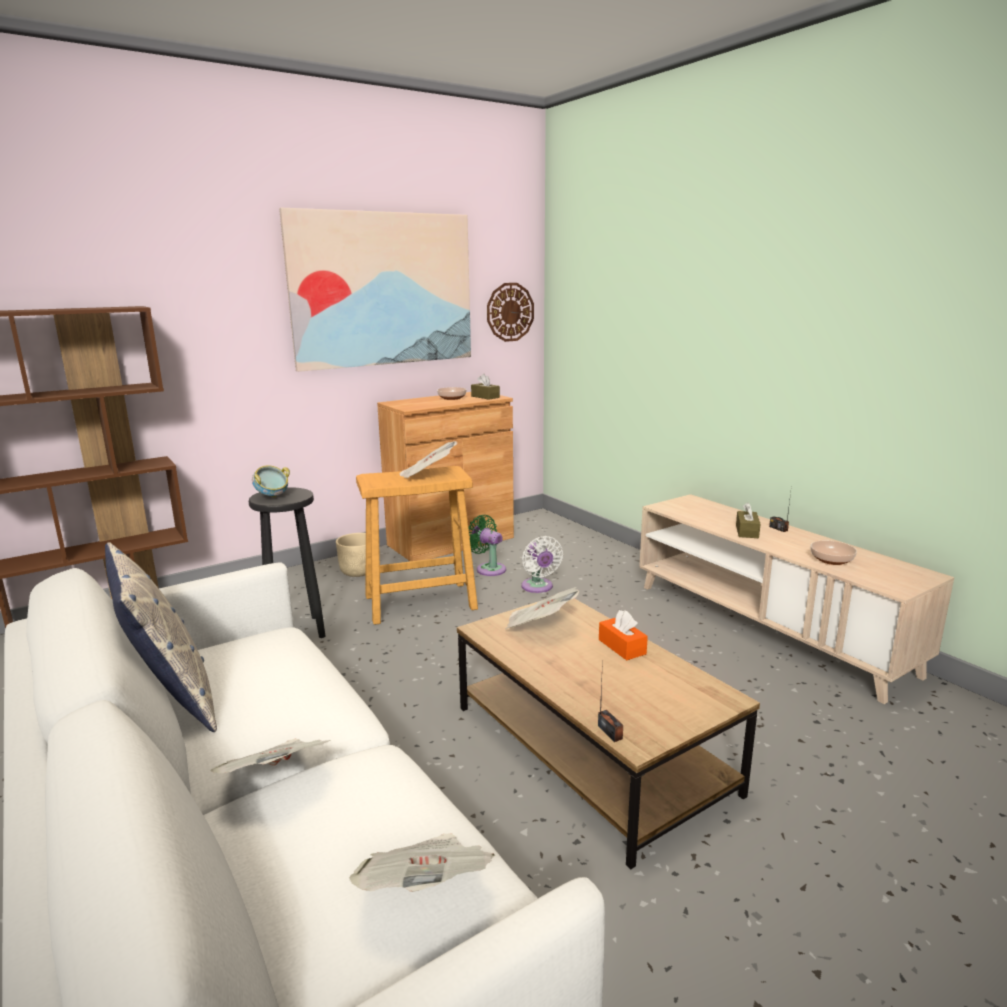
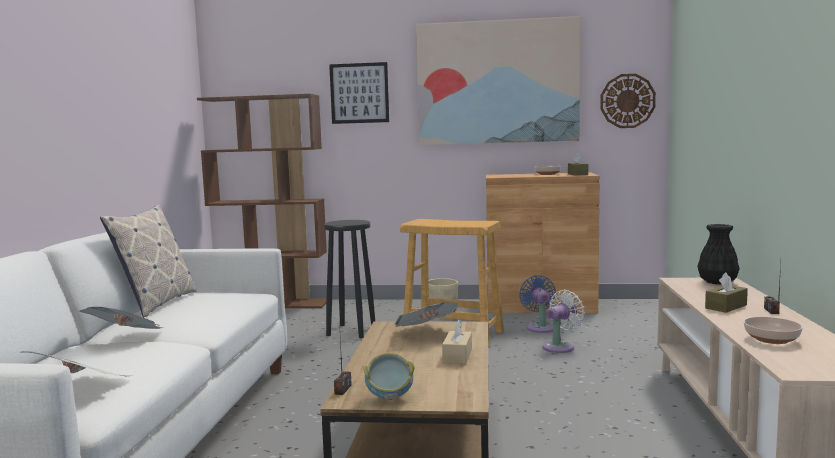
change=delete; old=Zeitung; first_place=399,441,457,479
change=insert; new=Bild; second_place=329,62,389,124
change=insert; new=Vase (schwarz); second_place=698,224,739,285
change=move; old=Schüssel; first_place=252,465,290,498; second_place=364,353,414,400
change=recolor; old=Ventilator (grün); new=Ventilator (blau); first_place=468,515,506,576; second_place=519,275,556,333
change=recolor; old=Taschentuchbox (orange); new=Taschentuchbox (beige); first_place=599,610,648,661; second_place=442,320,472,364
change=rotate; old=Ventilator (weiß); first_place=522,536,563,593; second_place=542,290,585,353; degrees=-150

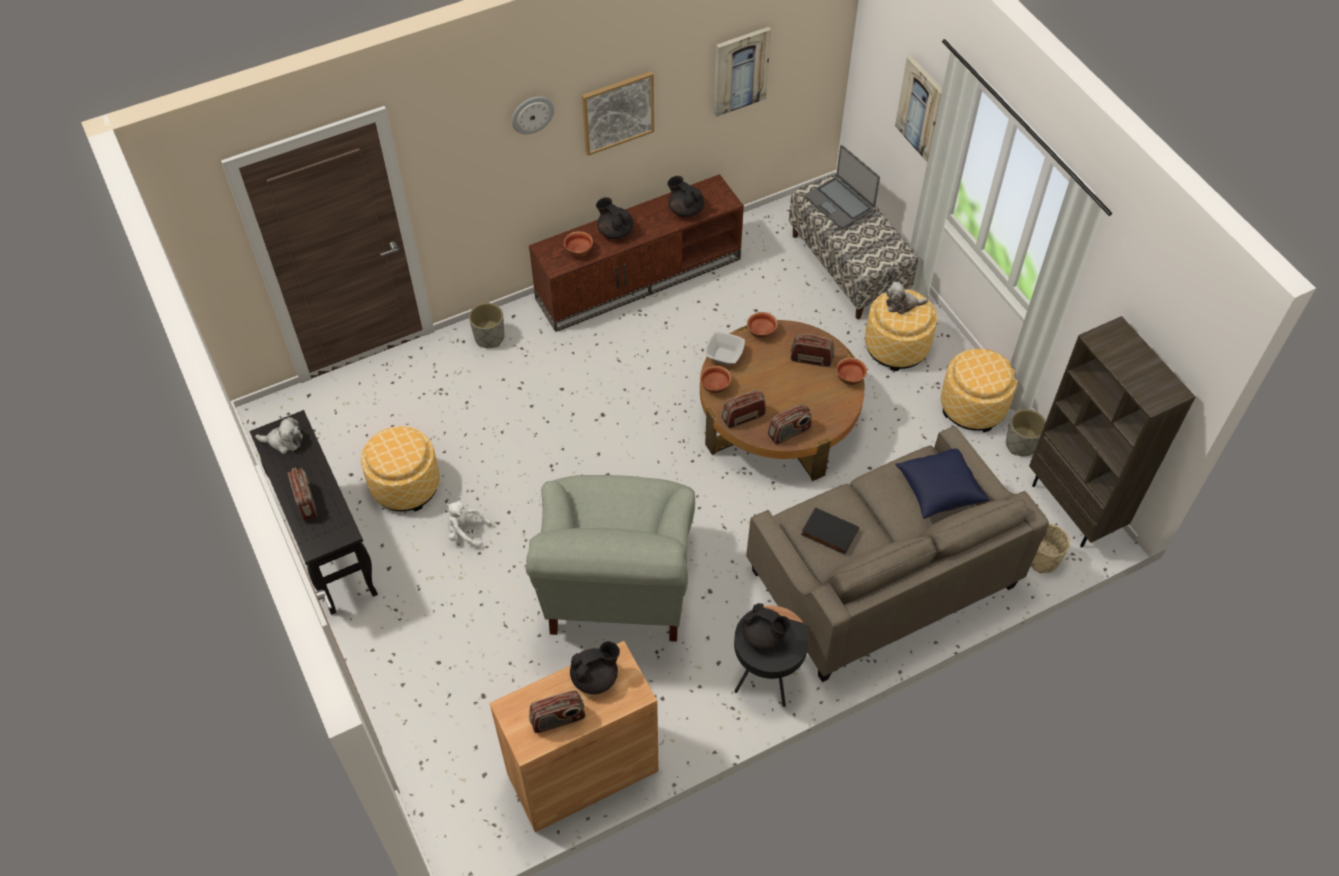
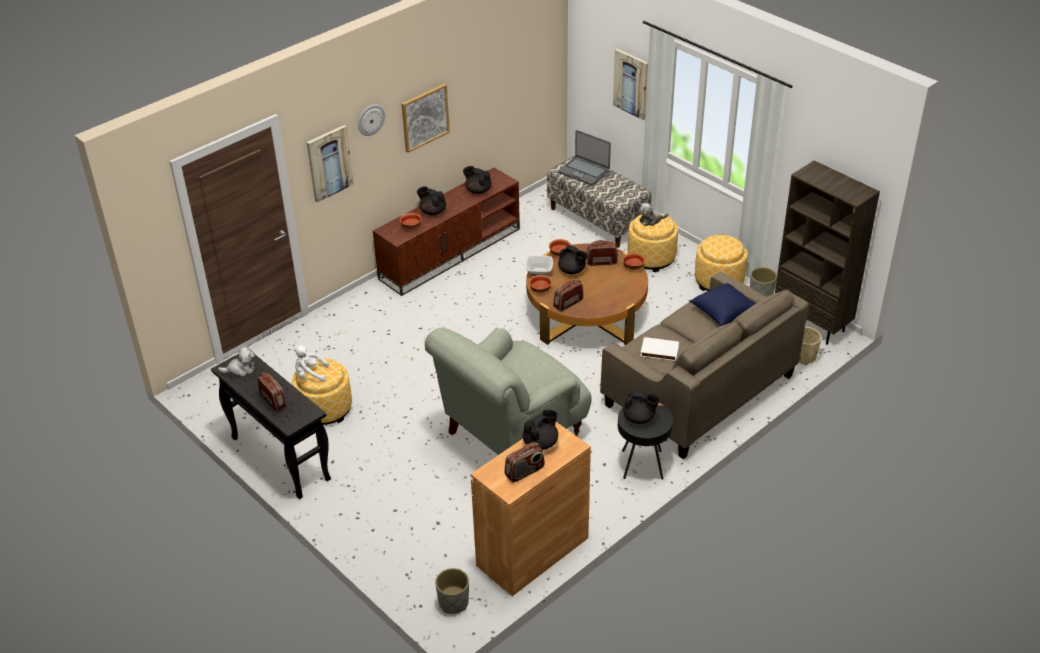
change=delete; old=Radio; first_place=768,404,812,444
change=insert; new=Teekanne (schwarz); second_place=558,245,588,274
change=move; old=Plüschtier (weiß); first_place=447,502,492,549; second_place=293,345,329,382
change=move; old=Pflanzkübel (grau); first_place=469,303,504,348; second_place=435,568,469,614
change=move; old=Bild; first_place=714,27,771,117; second_place=306,125,354,203
change=recolor; old=Buch (schwarz); new=Buch (weiß); first_place=801,507,859,555; second_place=640,337,679,361
change=rotate; old=Sessel (grau); first_place=526,475,695,642; second_place=425,327,591,455; degrees=60

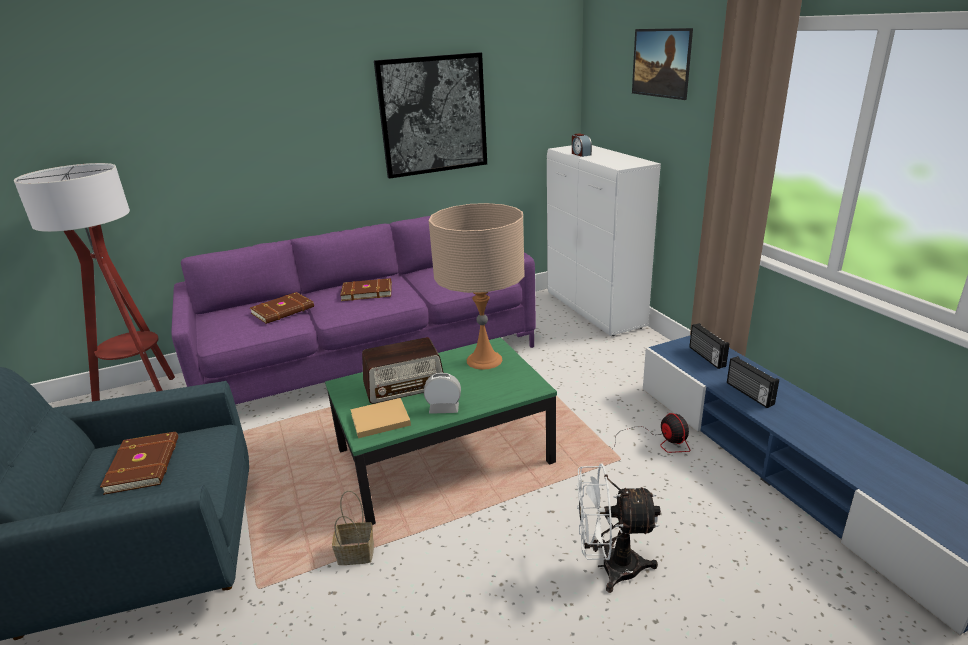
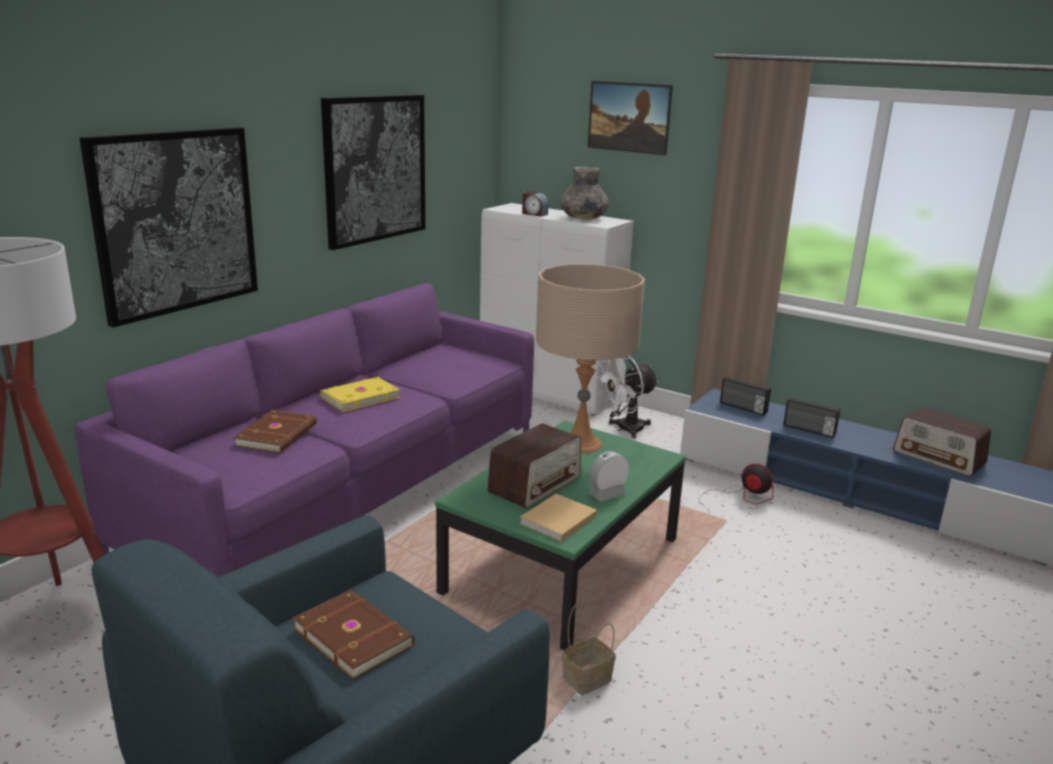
change=insert; new=Bild; second_place=80,127,258,328
change=insert; new=Vase (grau); second_place=561,167,609,219
change=insert; new=Radio; second_place=893,407,991,476
change=move; old=Ventilator (weiß); first_place=577,463,661,593; second_place=595,355,659,438
change=recolor; old=Buch (braun); new=Buch (gelb); first_place=340,278,392,301; second_place=320,377,400,412

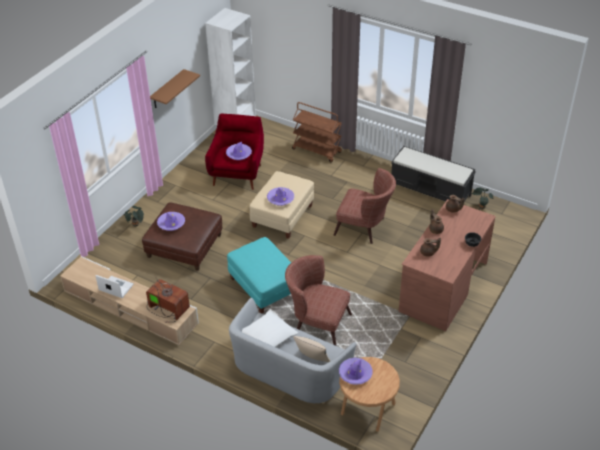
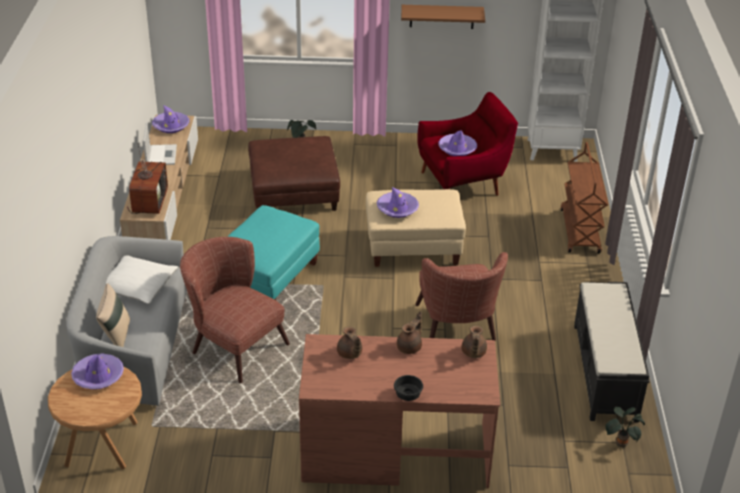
change=move; old=Hut (lila); first_place=157,212,185,231; second_place=152,105,190,133
change=rotate; old=Sessel (braun); first_place=285,255,352,346; second_place=180,237,290,383; degrees=-45

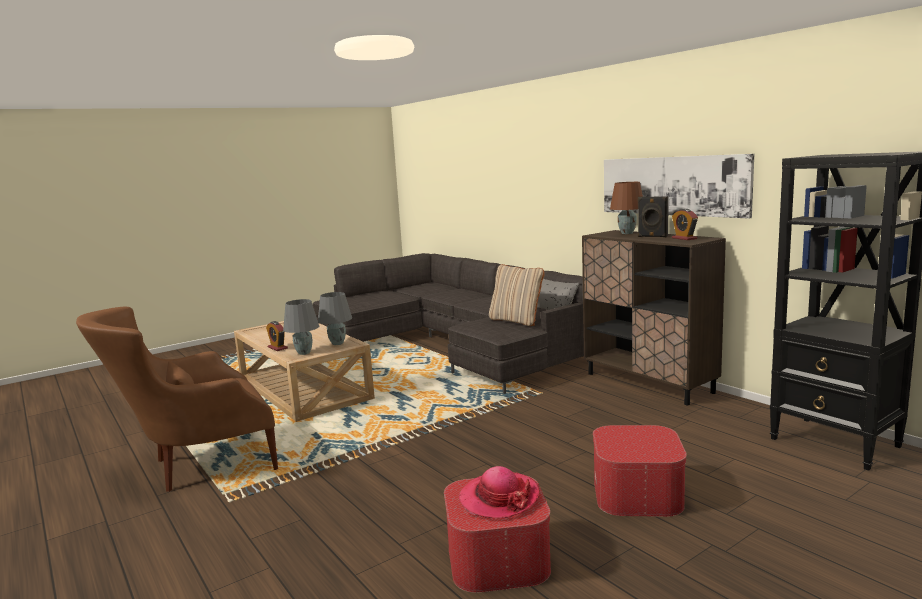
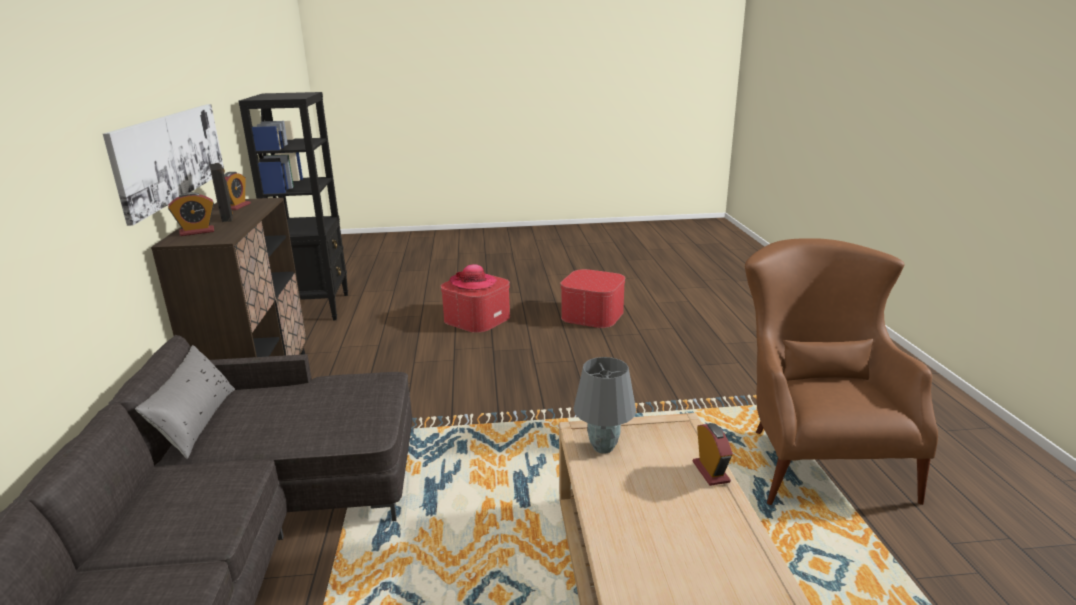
change=delete; old=Tischlampe (grau); first_place=283,299,319,355
change=delete; old=Kissen (beige); first_place=489,264,545,326
change=move; old=Hut; first_place=459,466,540,519; second_place=450,264,497,290
change=replace; old=Tischlampe (braun); new=Wecker; first_place=610,182,643,234; second_place=168,192,214,236
change=rotate; old=Sessel (braun); first_place=76,307,278,492; second_place=745,238,938,505; degrees=-90

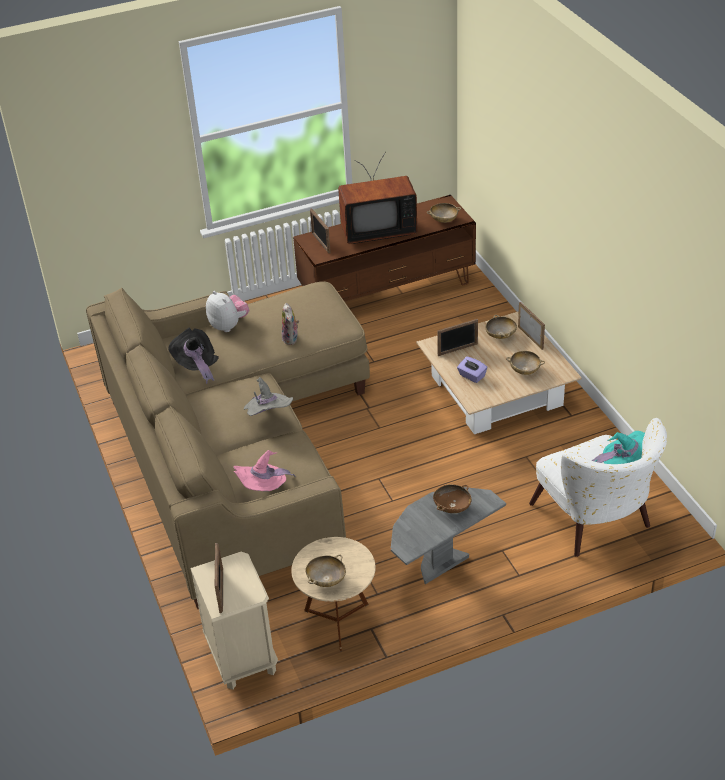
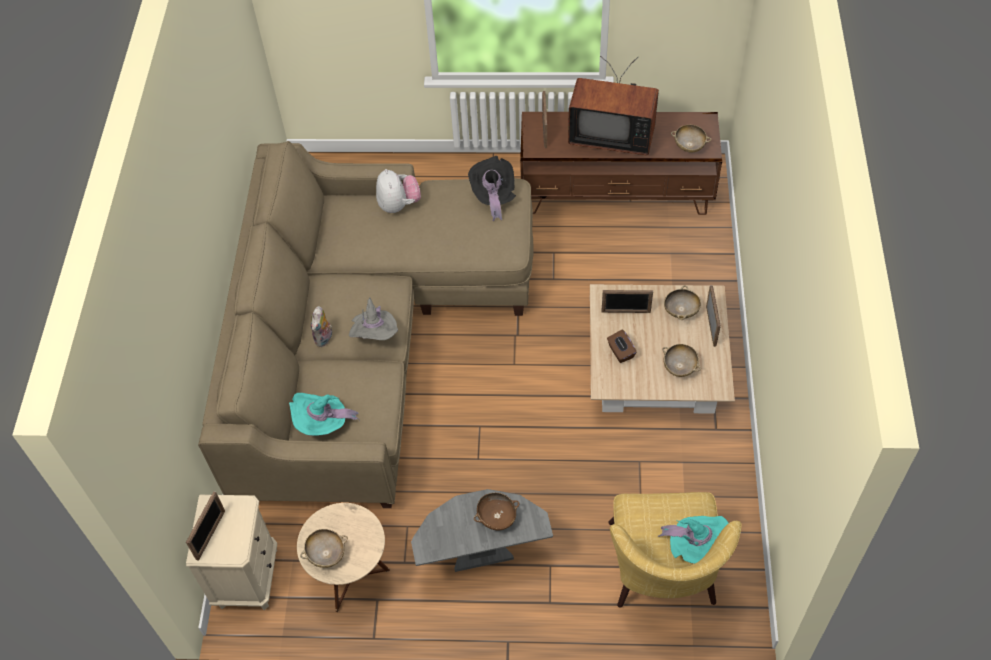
change=move; old=Hut (schwarz); first_place=169,328,219,384; second_place=468,156,516,221
change=move; old=Plüschtier; first_place=282,303,299,345; second_place=311,306,332,347
change=recolor; old=Hut (rosa); new=Hut (türkis); first_place=233,450,296,491; second_place=289,393,360,436
change=recolor; old=Taschentuchbox (lila); new=Taschentuchbox (braun); first_place=457,357,487,383; second_place=607,330,636,363
change=recolor; old=Sessel (weiß); new=Sessel (gelb); first_place=529,418,667,557; second_place=608,492,742,608

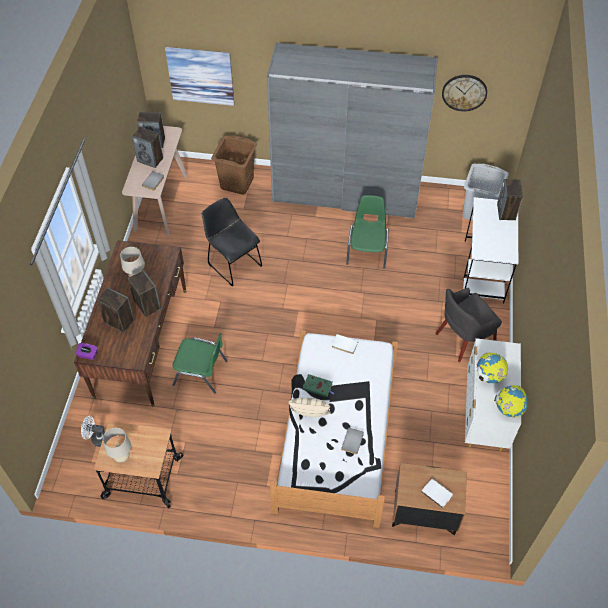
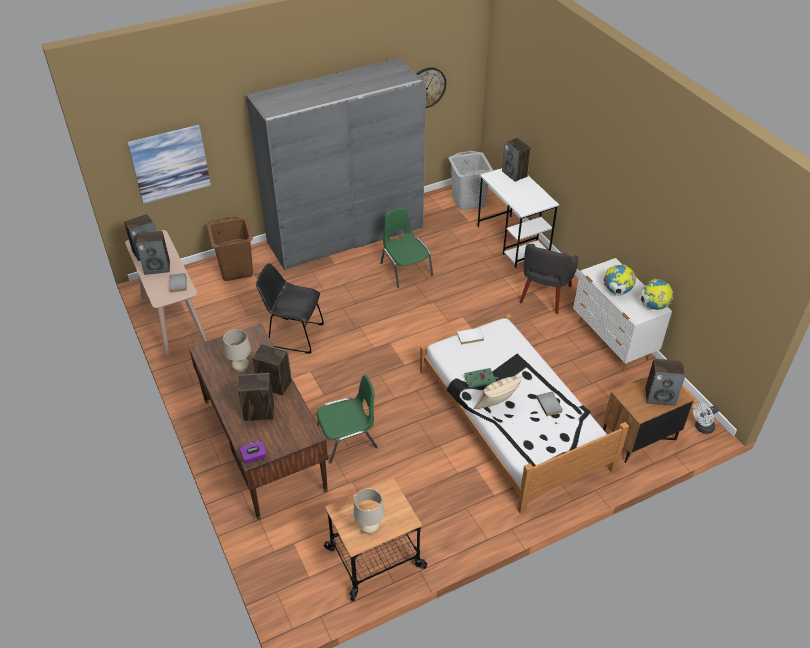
change=move; old=Ventilator (weiß); first_place=81,416,105,447; second_place=693,402,719,434
change=replace; old=Buch (weiß); new=Lautsprecher; first_place=421,479,453,508; second_place=645,359,685,406

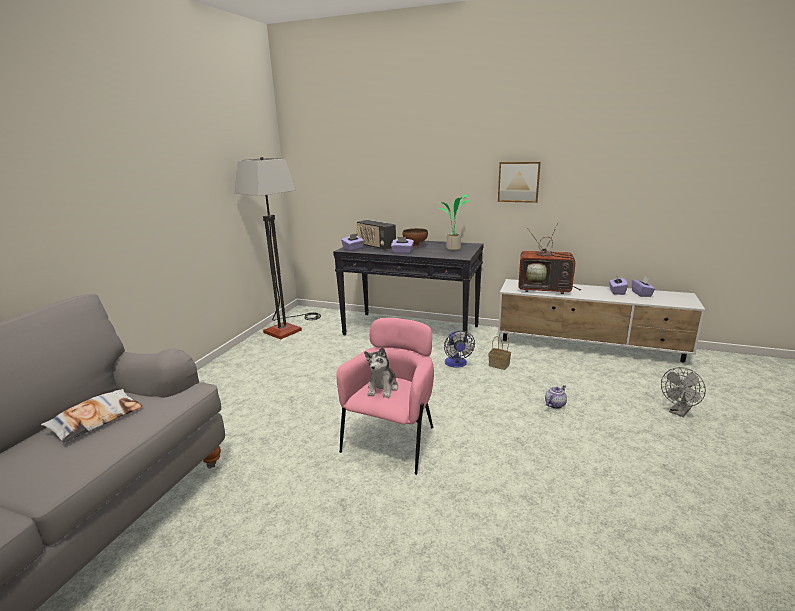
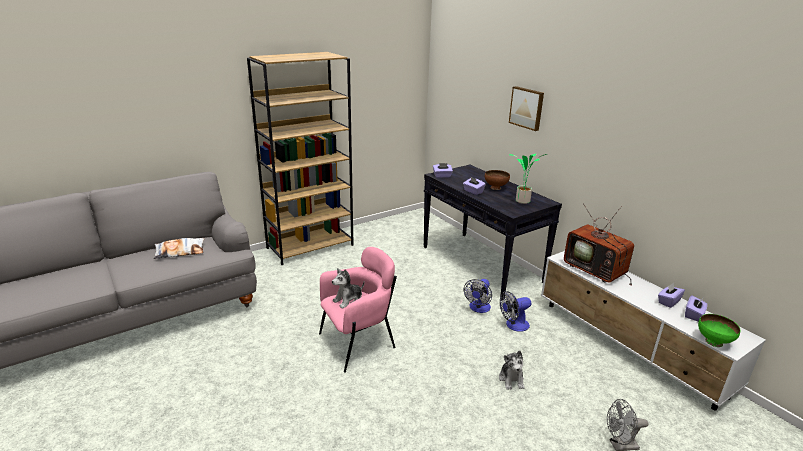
change=delete; old=Stehlampe; first_place=235,157,321,339
change=delete; old=Radio; first_place=357,220,396,250
change=insert; new=Bücherregal (braun); second_place=247,52,354,265
change=insert; new=Schüssel (grün); second_place=698,314,741,347
change=move; old=Bild; first_place=498,162,541,203; second_place=509,86,544,131
change=replace; old=Korb; new=Ventilator; first_place=488,330,511,370; second_place=500,291,531,332
change=replace; old=Teekanne; new=Plüschtier; first_place=545,385,567,409; second_place=499,351,525,390

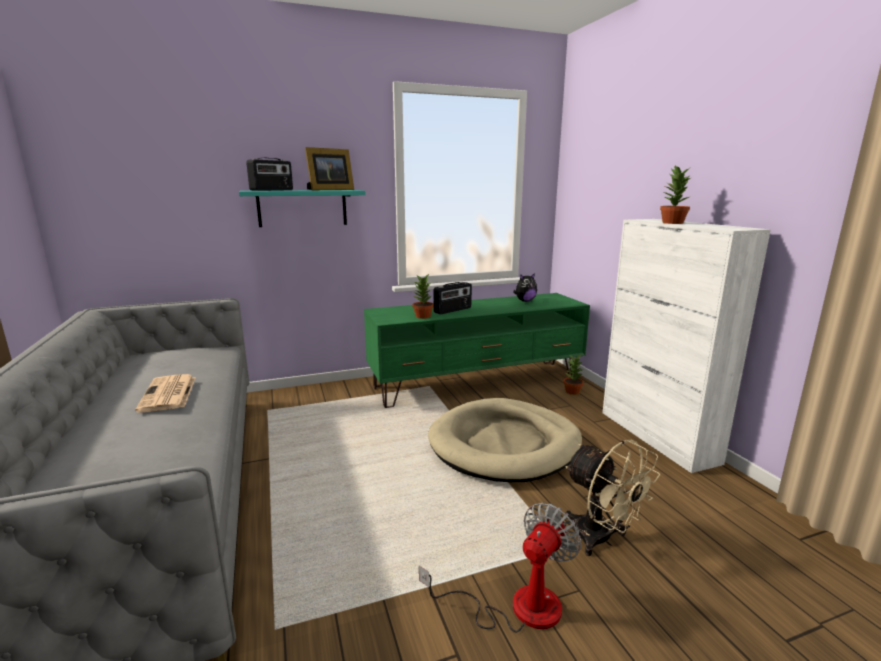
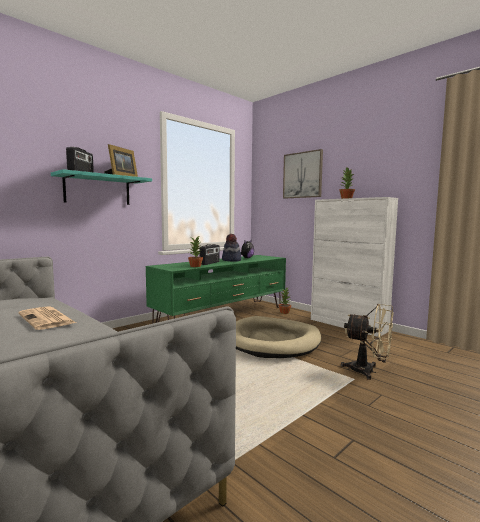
change=delete; old=Ventilator; first_place=419,503,581,633
change=insert; new=Hut; second_place=222,234,241,262
change=insert; new=Bild; second_place=283,149,323,199

